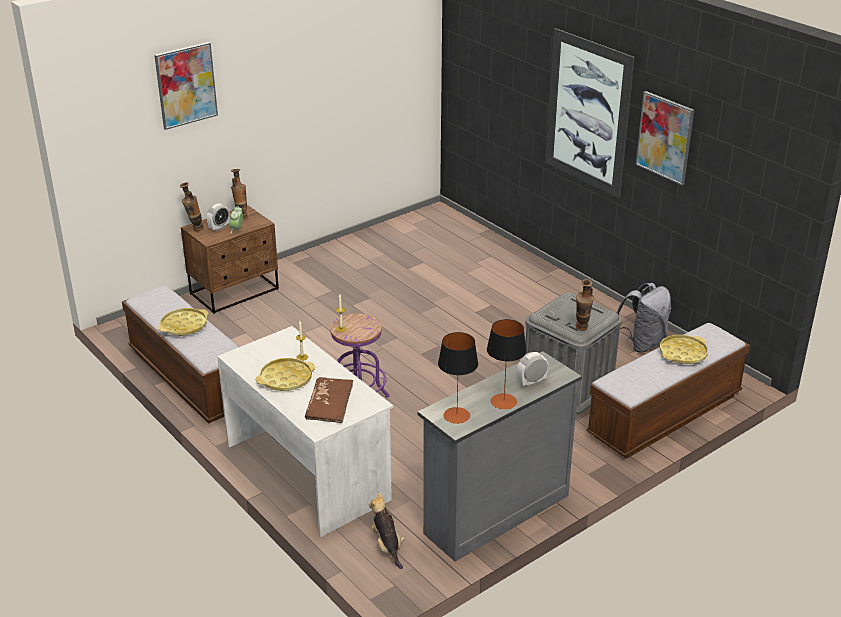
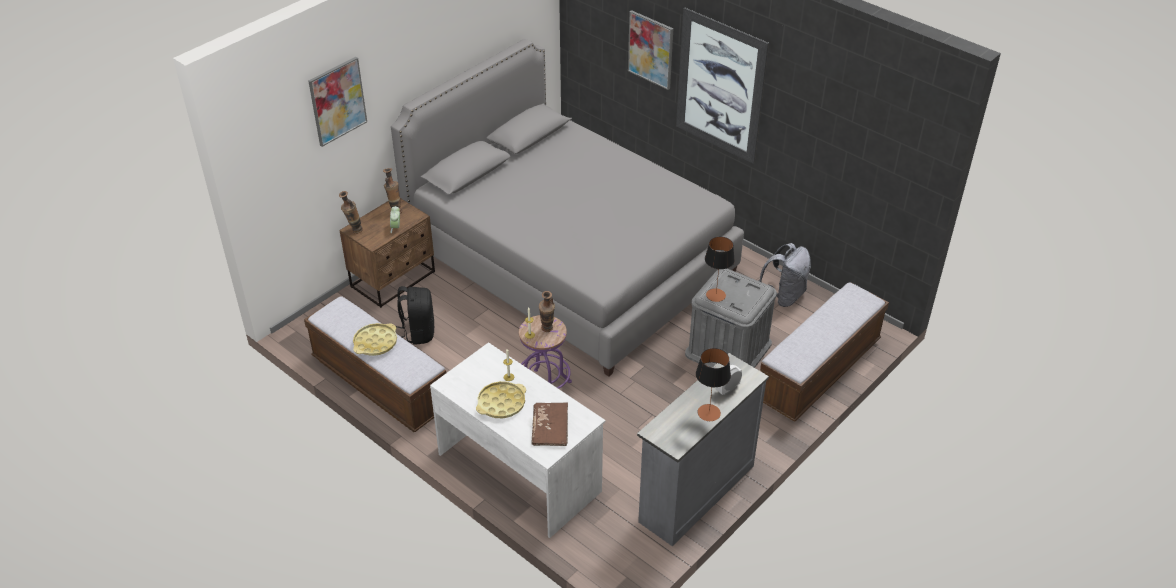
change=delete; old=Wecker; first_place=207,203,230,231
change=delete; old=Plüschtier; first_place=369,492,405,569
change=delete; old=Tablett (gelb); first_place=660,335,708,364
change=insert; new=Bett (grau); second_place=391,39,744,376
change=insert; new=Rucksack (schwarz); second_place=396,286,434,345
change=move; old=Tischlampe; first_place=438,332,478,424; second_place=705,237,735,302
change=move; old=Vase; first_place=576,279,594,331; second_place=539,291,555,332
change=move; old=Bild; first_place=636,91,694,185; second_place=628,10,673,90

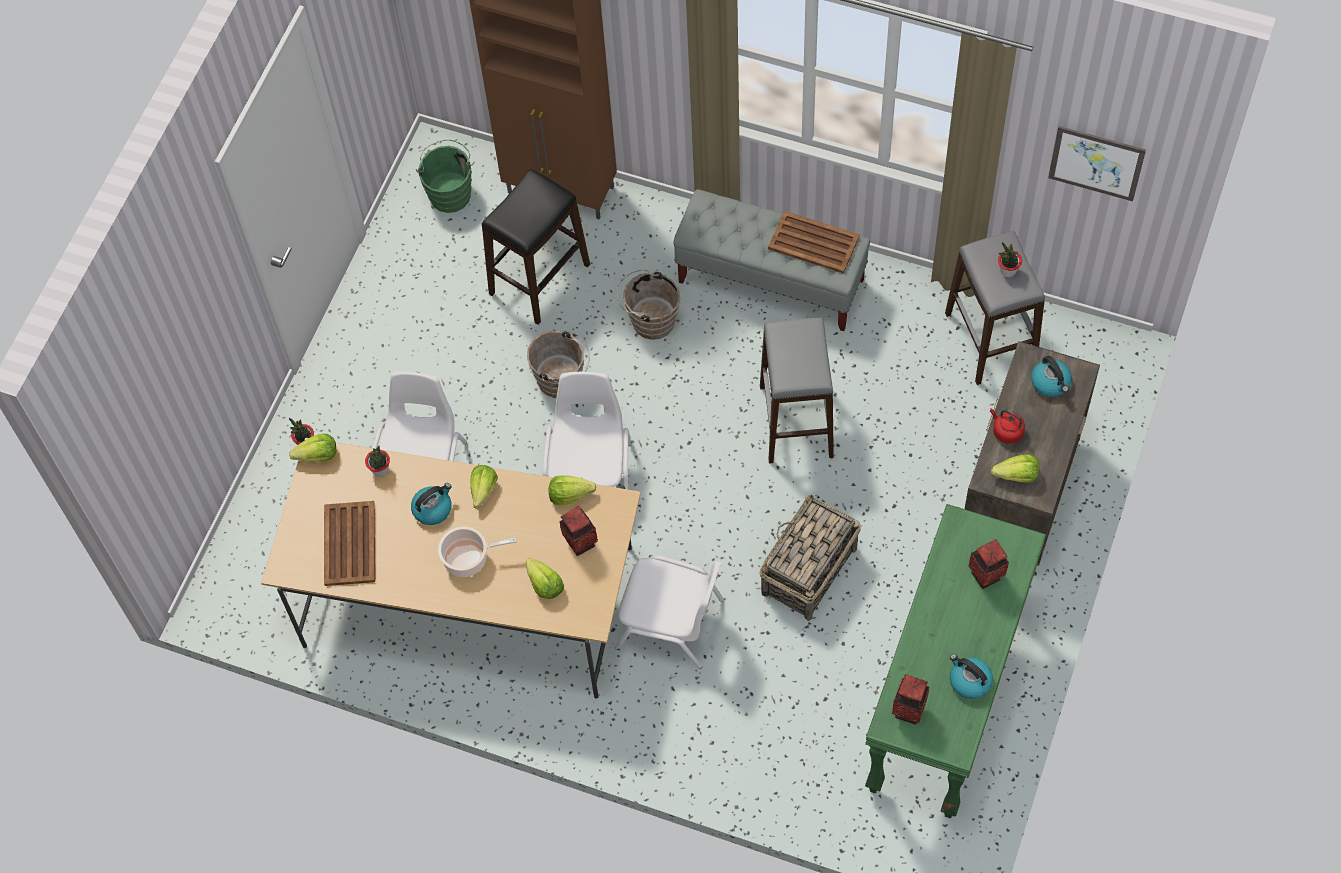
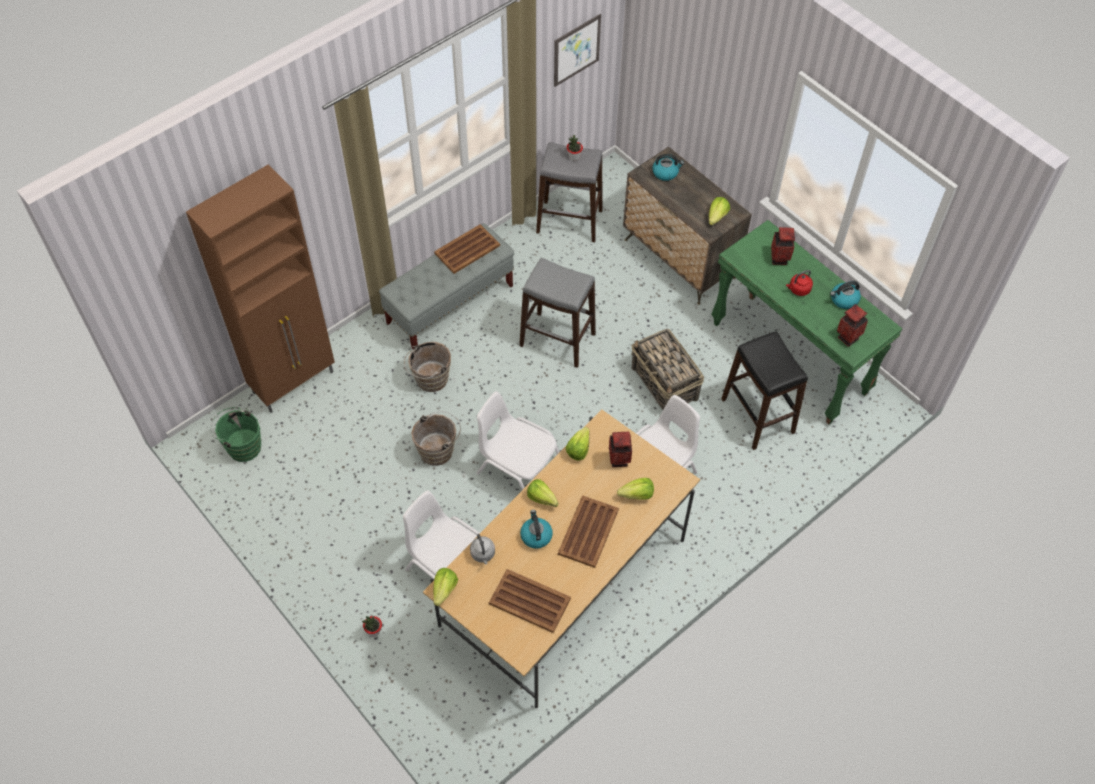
change=move; old=Hocker (schwarz); first_place=482,169,590,325; second_place=721,331,808,450
change=move; old=Wasserkessel (rot); first_place=990,408,1025,444; second_place=786,270,813,296
change=replace; old=Topfpflanze; new=Wasserkessel (grau); first_place=365,446,390,477; second_place=470,534,495,565
change=replace; old=Kochtopf; new=Tablett (braun); first_place=438,526,517,577; second_place=558,495,619,568

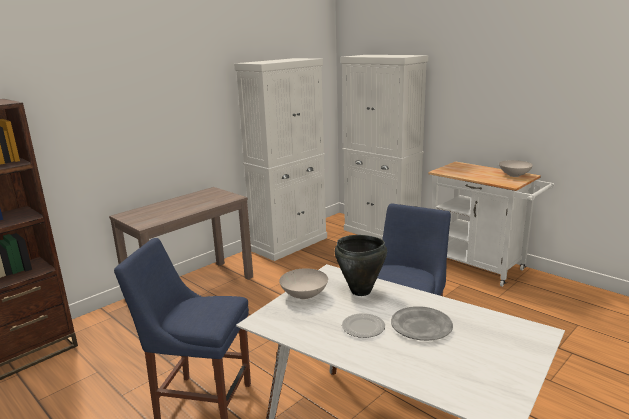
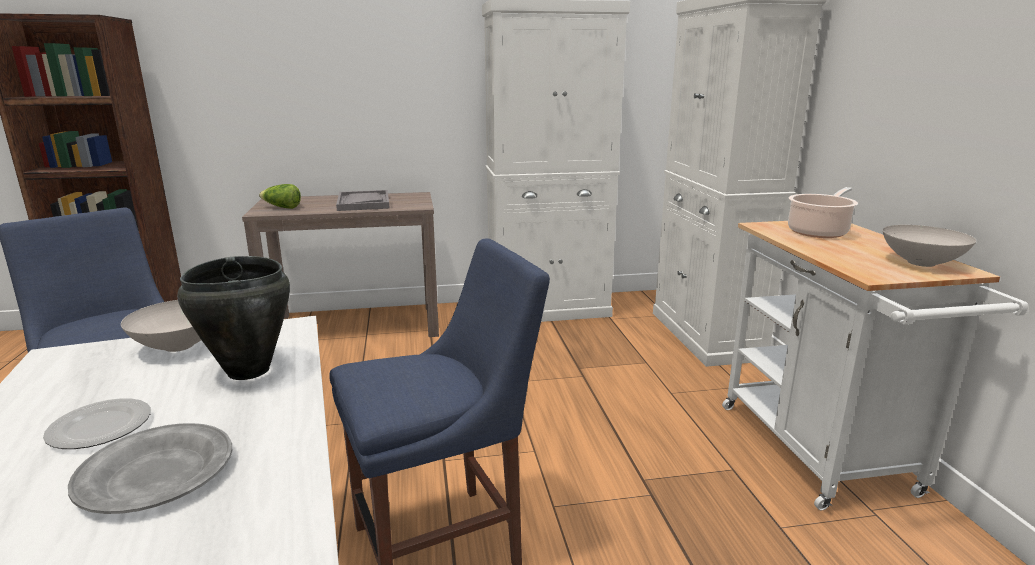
change=insert; new=Salatkopf; second_place=259,184,301,209
change=insert; new=Tablett (grau); second_place=336,190,390,211
change=insert; new=Kochtopf; second_place=788,187,858,238

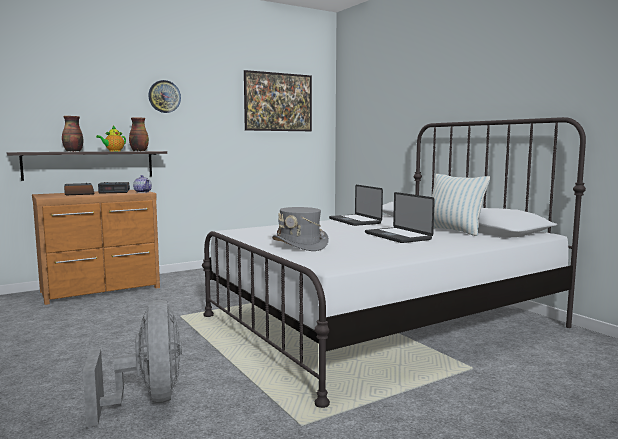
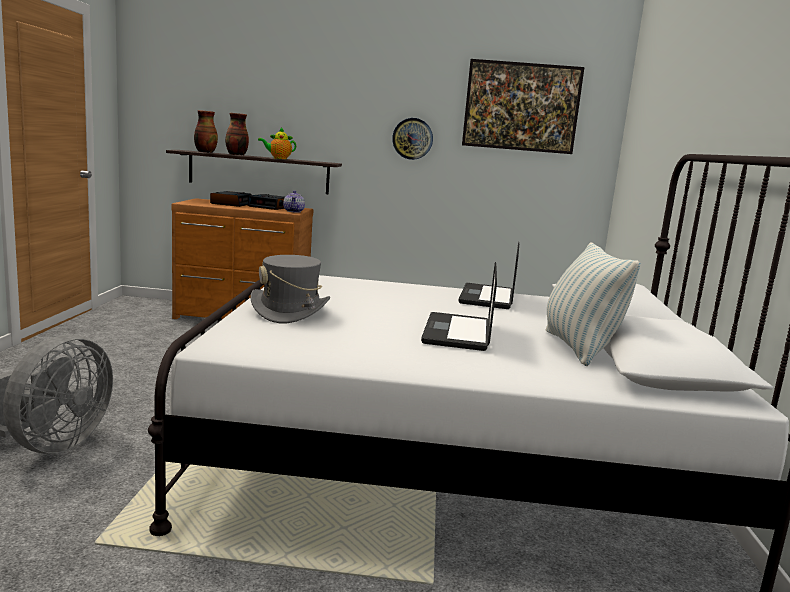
change=move; old=Vase; first_place=129,117,149,151; second_place=194,110,218,153
change=move; old=Wanduhr; first_place=149,80,181,113; second_place=392,118,433,160

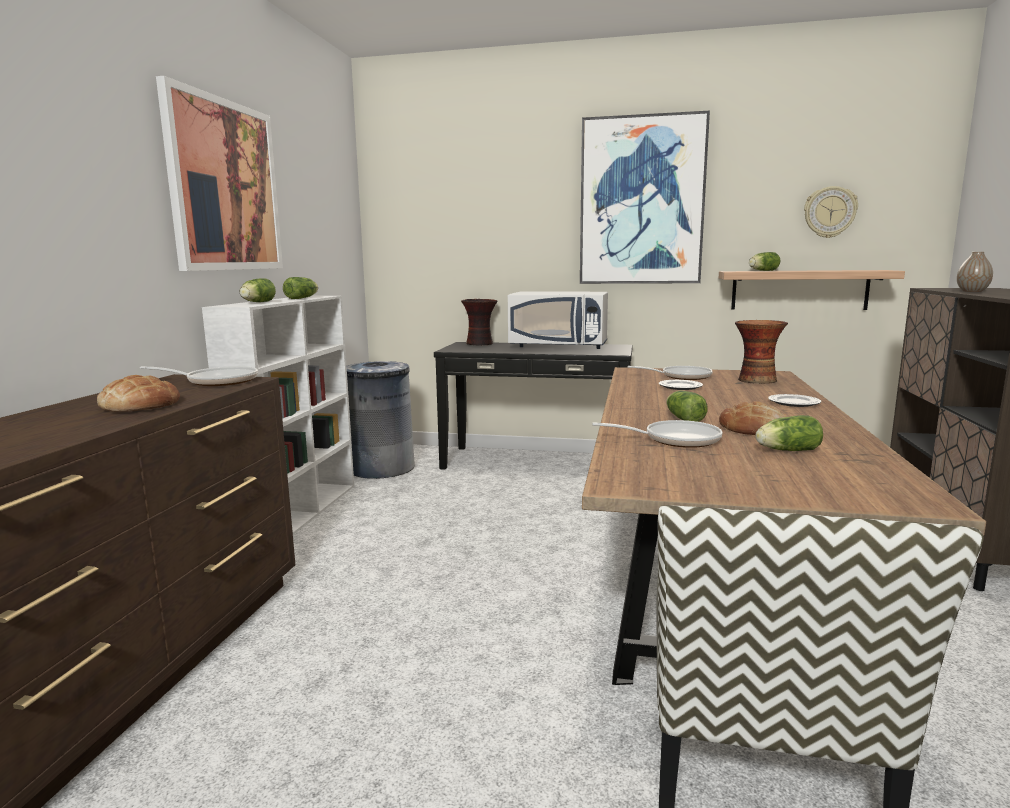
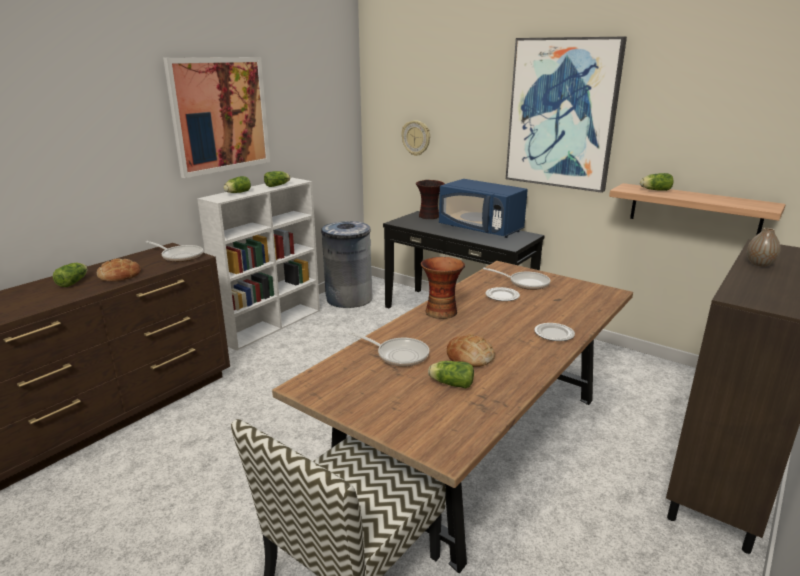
change=move; old=Salatkopf; first_place=666,391,708,422; second_place=53,263,88,287
change=move; old=Vase; first_place=735,320,788,384; second_place=421,257,465,319
change=move; old=Wanduhr; first_place=804,186,858,238; second_place=402,120,430,156
change=recolor; old=Mikrowelle (weiß); new=Mikrowelle (blau); first_place=508,292,608,349; second_place=439,179,528,238

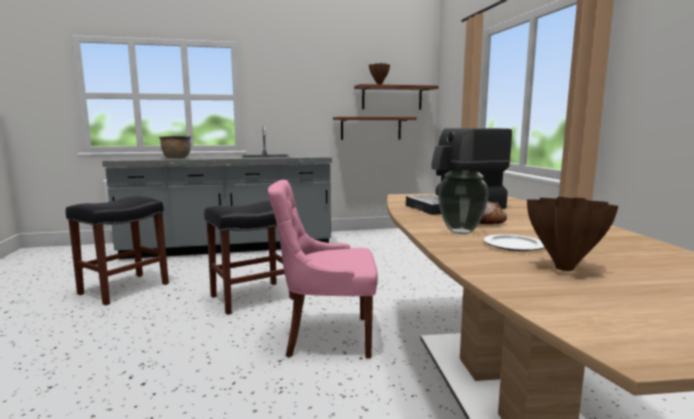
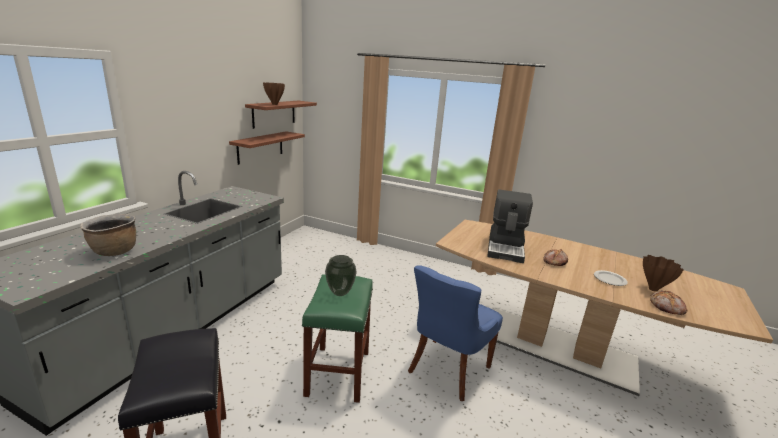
change=insert; new=Brot; second_place=650,290,687,315
change=move; old=Vase; first_place=438,170,489,234; second_place=325,255,357,296
change=recolor; old=Hocker (schwarz); new=Hocker (grün); first_place=204,201,294,315; second_place=302,274,373,403
change=recolor; old=Stuhl (rosa); new=Stuhl (blau); first_place=268,180,378,359; second_place=408,265,503,401

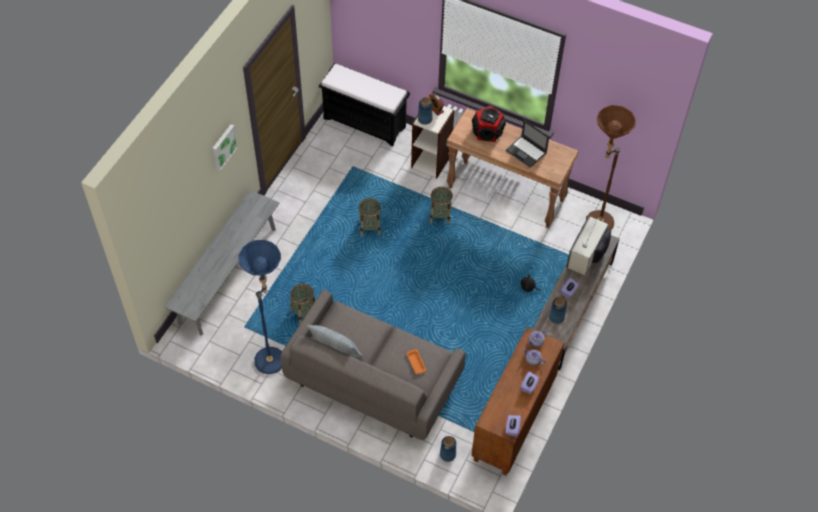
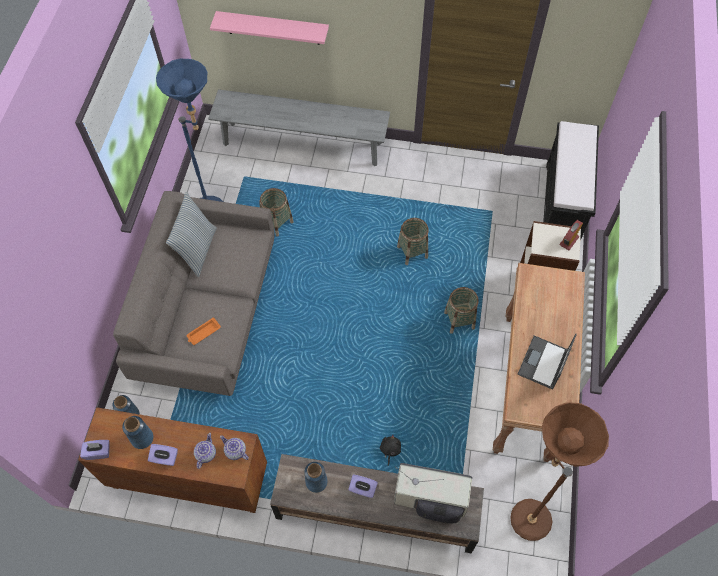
change=delete; old=Bild; first_place=213,124,238,171
change=delete; old=Lautsprecher; first_place=472,106,506,142
change=insert; new=Wandregal (rosa); second_place=210,11,329,45
change=move; old=Vase (blau); first_place=418,97,432,125; second_place=122,416,154,449

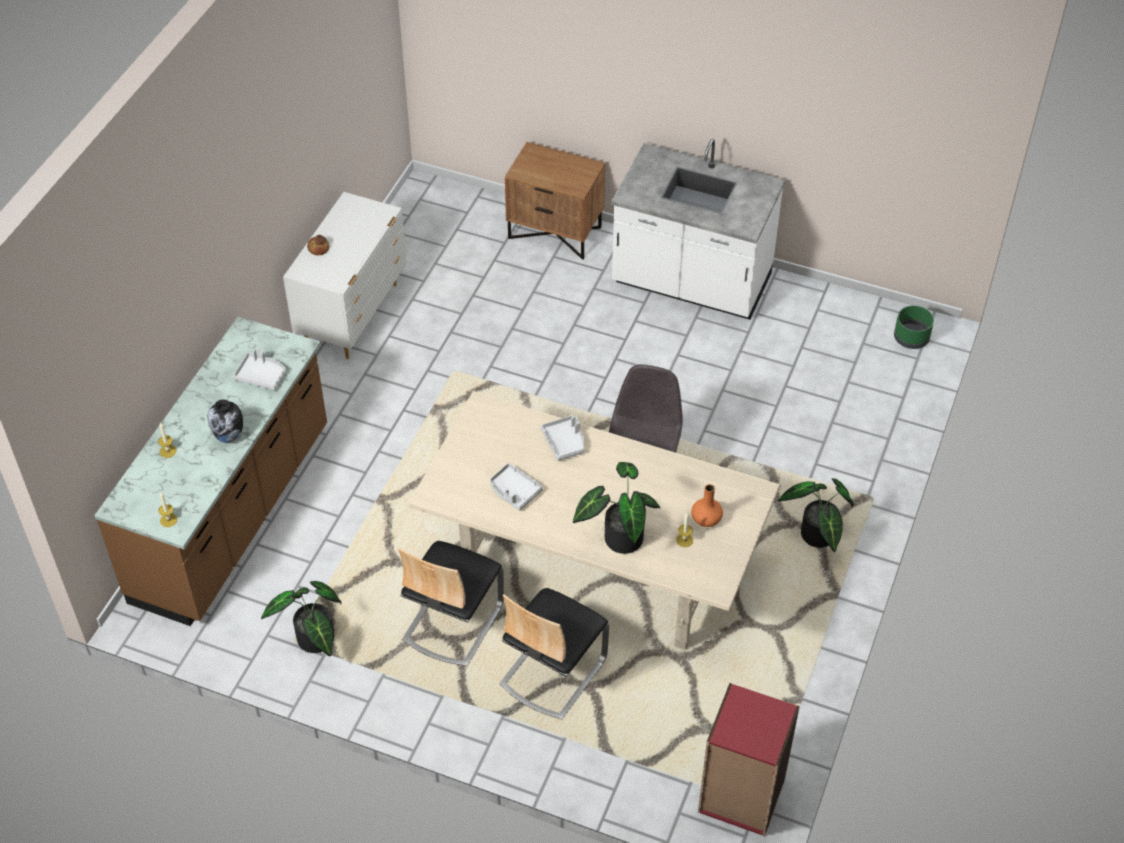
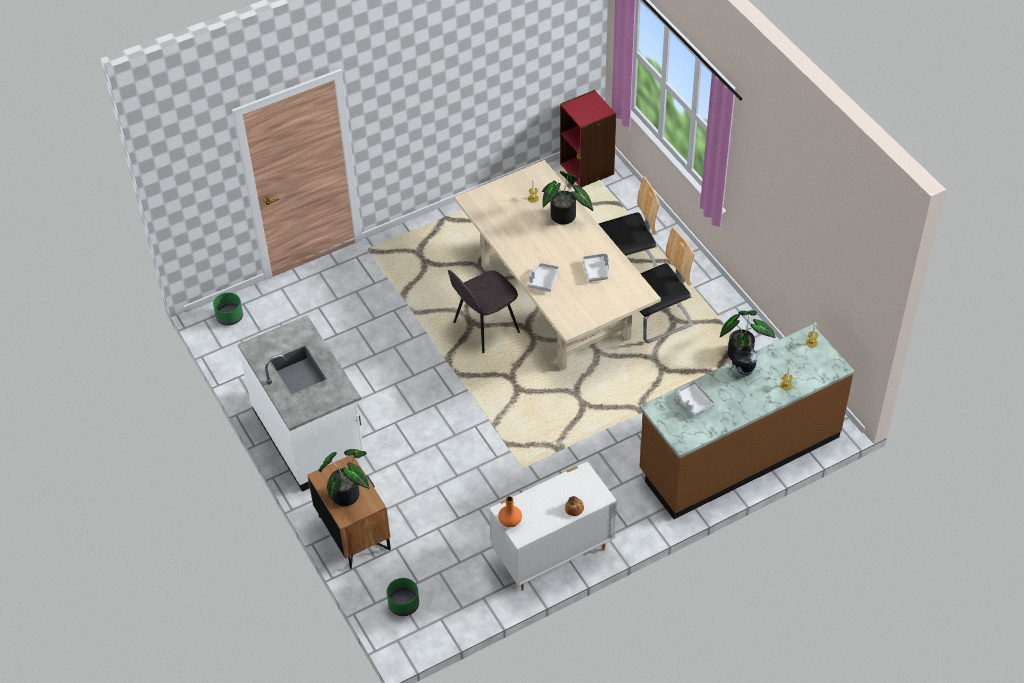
change=insert; new=Pflanzkübel (grün); second_place=387,578,419,616
change=move; old=Vase (orange); first_place=691,484,723,527; second_place=498,496,522,527
change=move; old=Topfpflanze; first_place=778,478,854,552; second_place=319,449,369,506

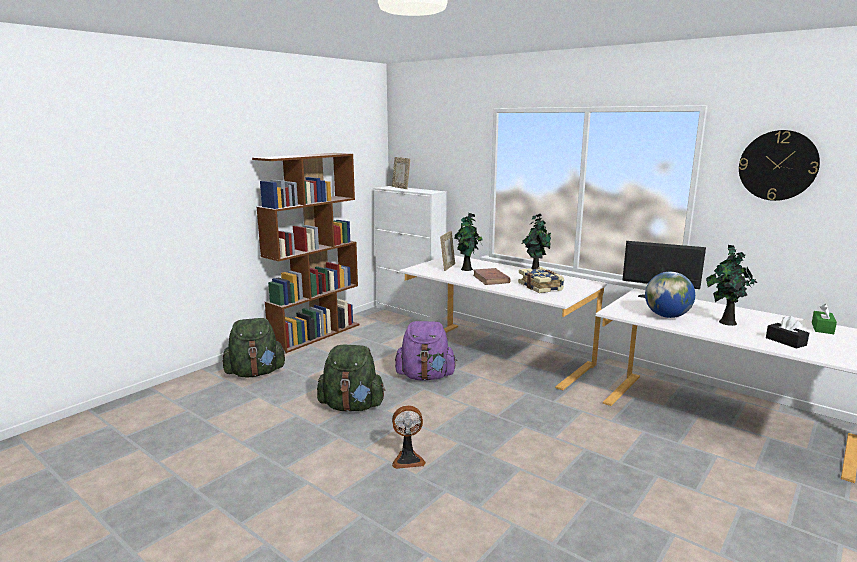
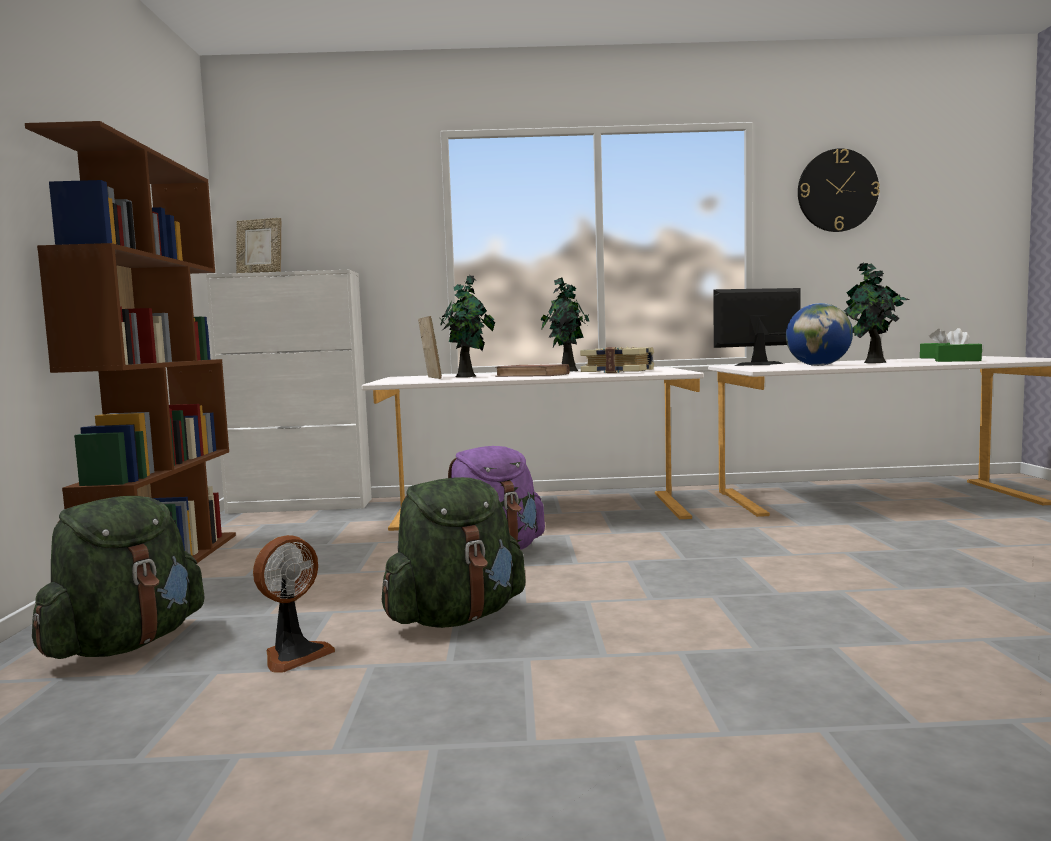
change=move; old=Ventilator; first_place=392,405,426,469; second_place=253,535,335,673
change=recolor; old=Taschentuchbox (schwarz); new=Taschentuchbox (grün); first_place=766,316,809,349; second_place=935,328,982,362

